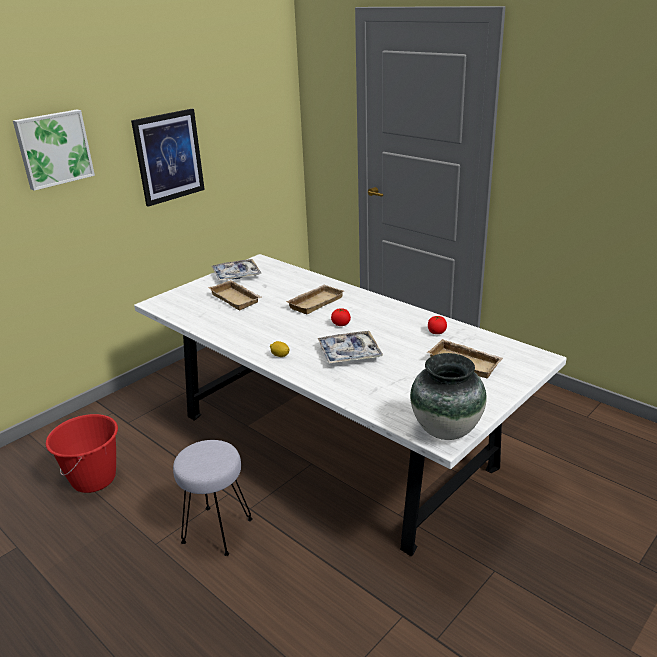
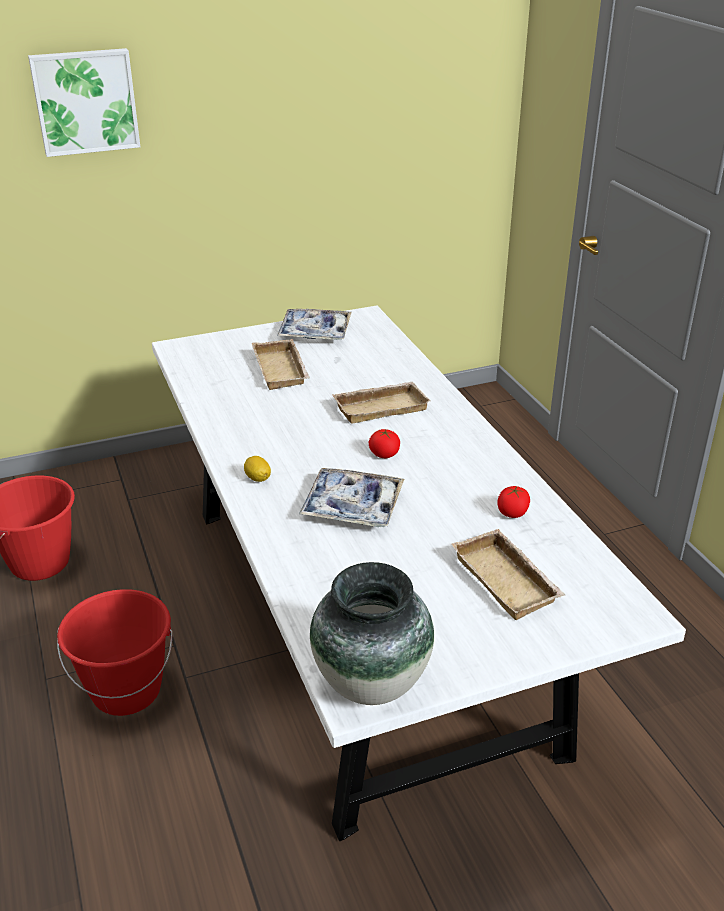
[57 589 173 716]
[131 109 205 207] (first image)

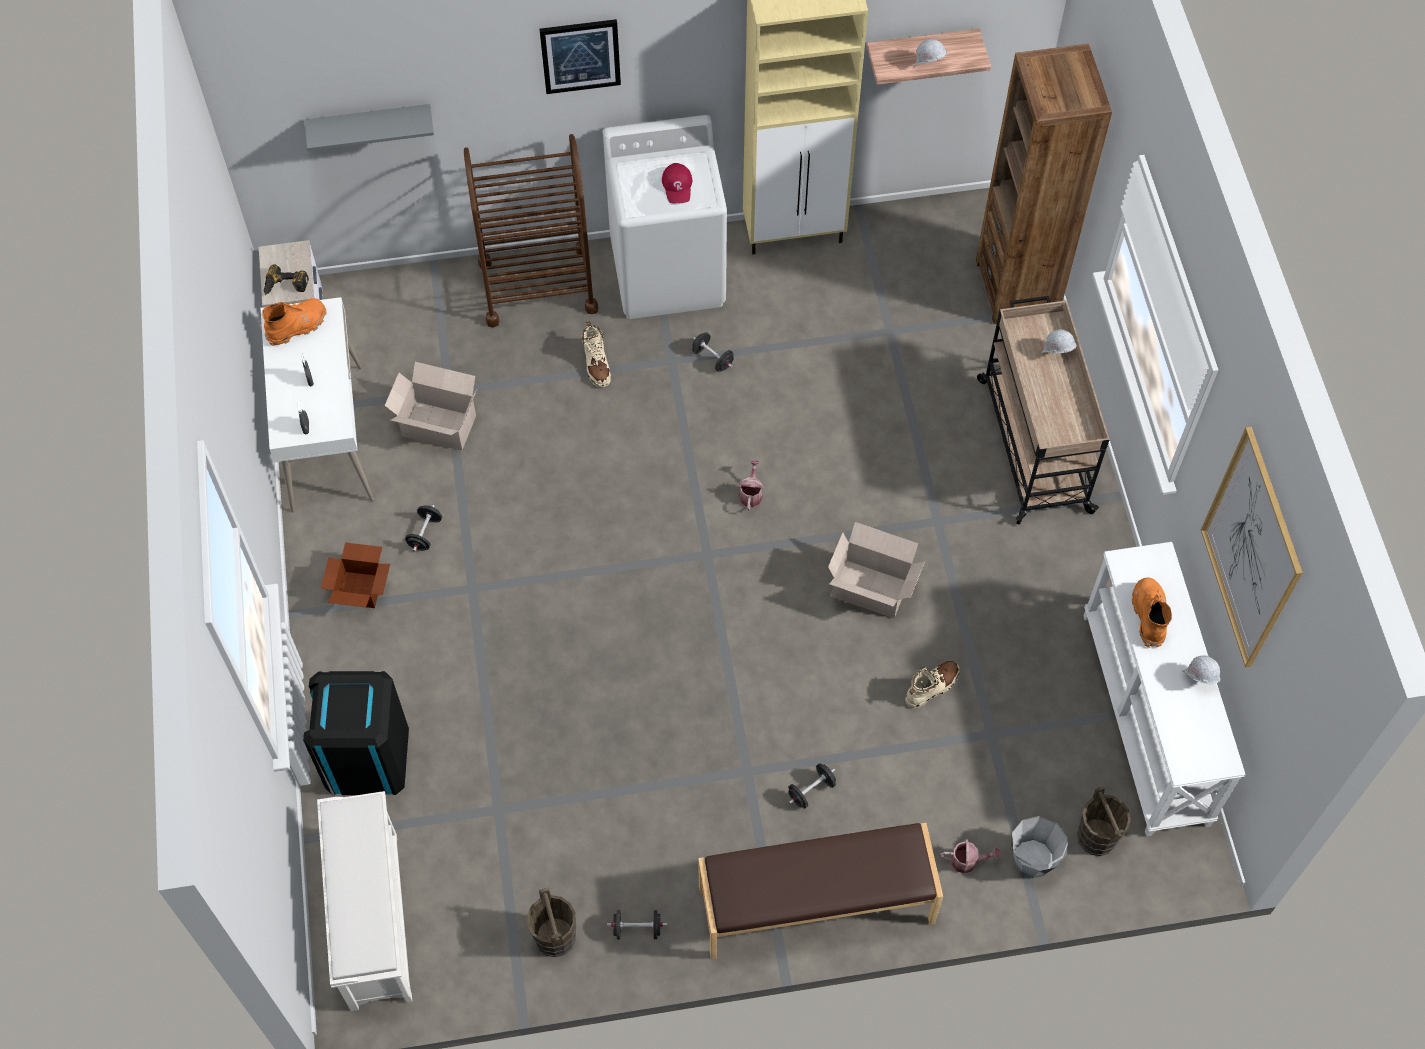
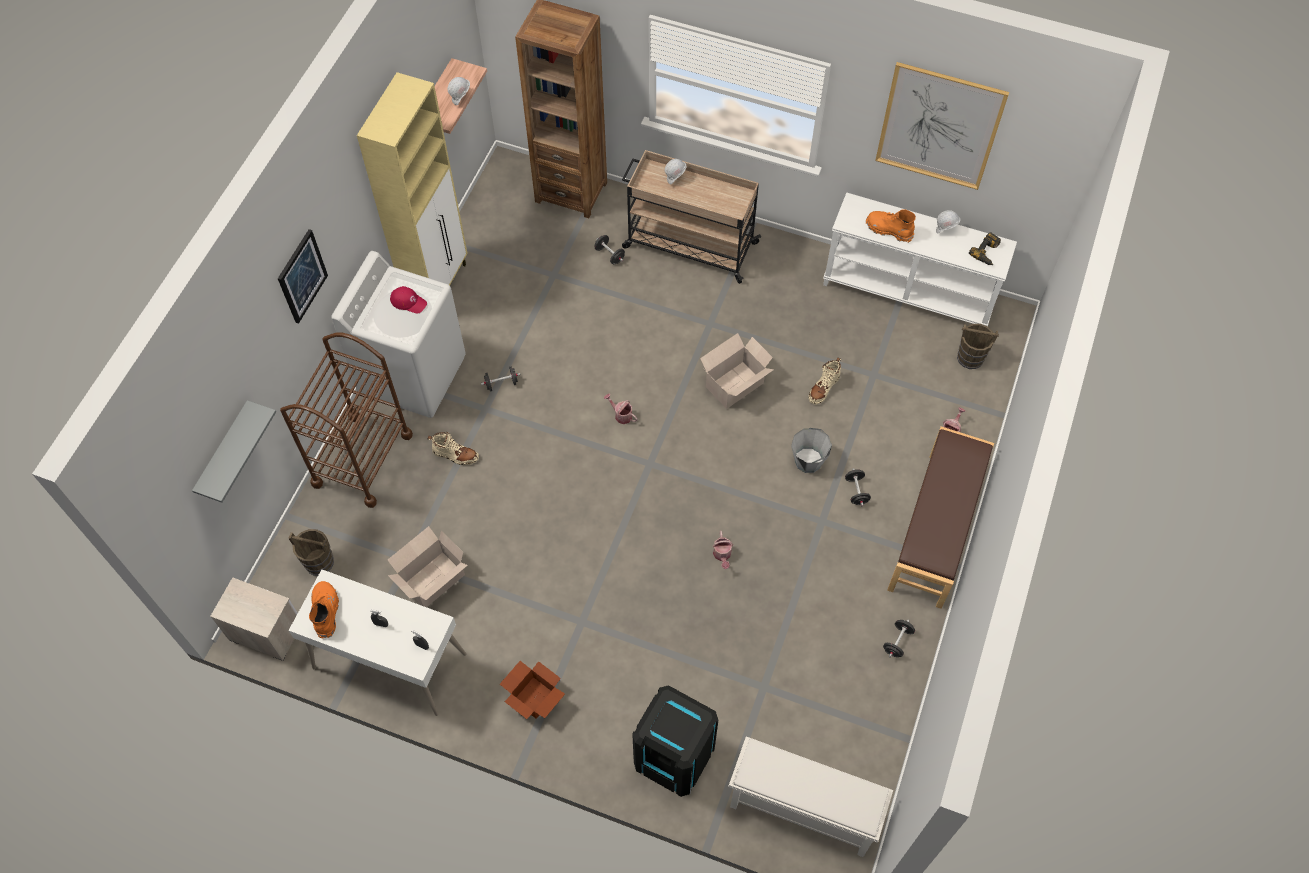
[288 529 334 576]
[595 235 625 264]
[713 531 733 569]
[791 428 832 473]
[809 358 841 405]
[969 232 1001 265]

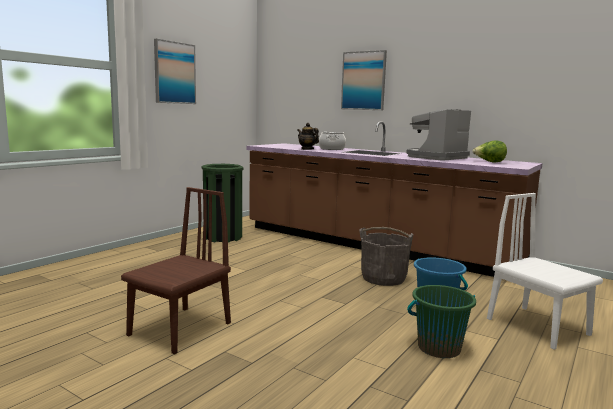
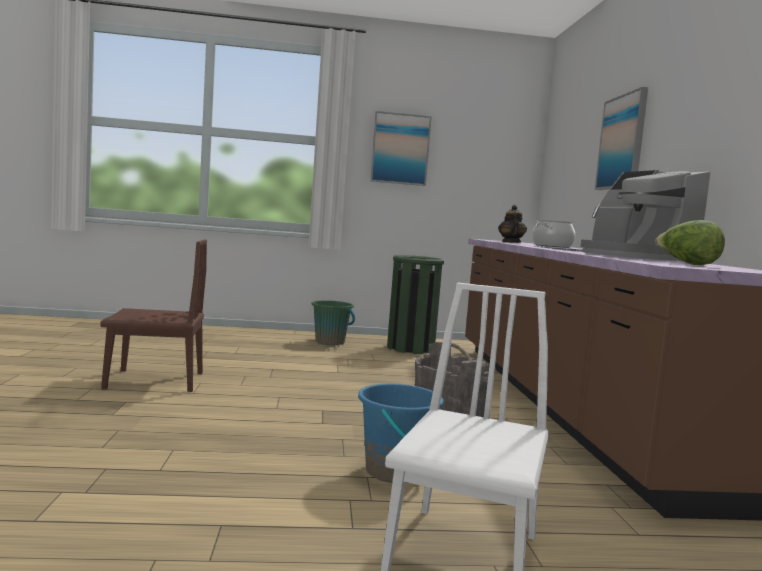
[311 300 355 345]
[580 170 710 261]

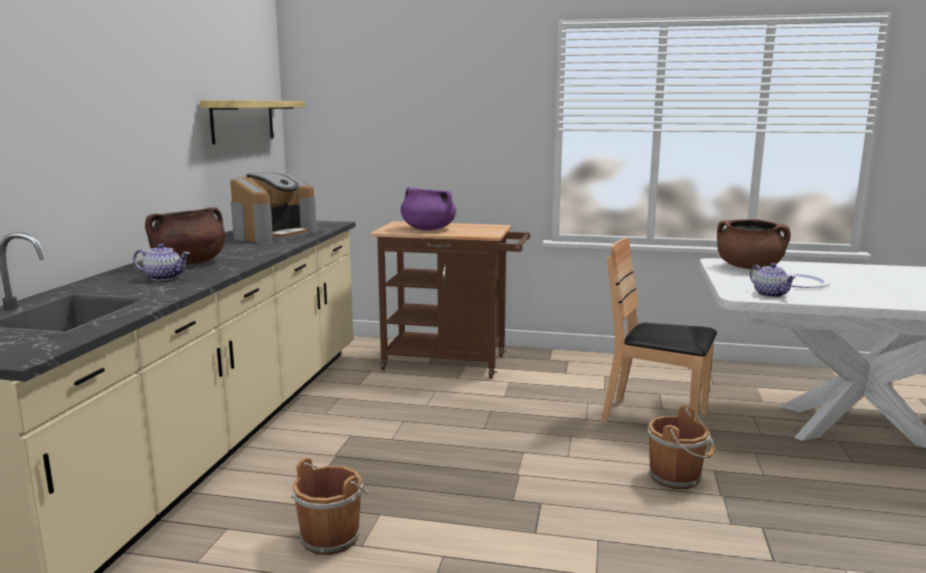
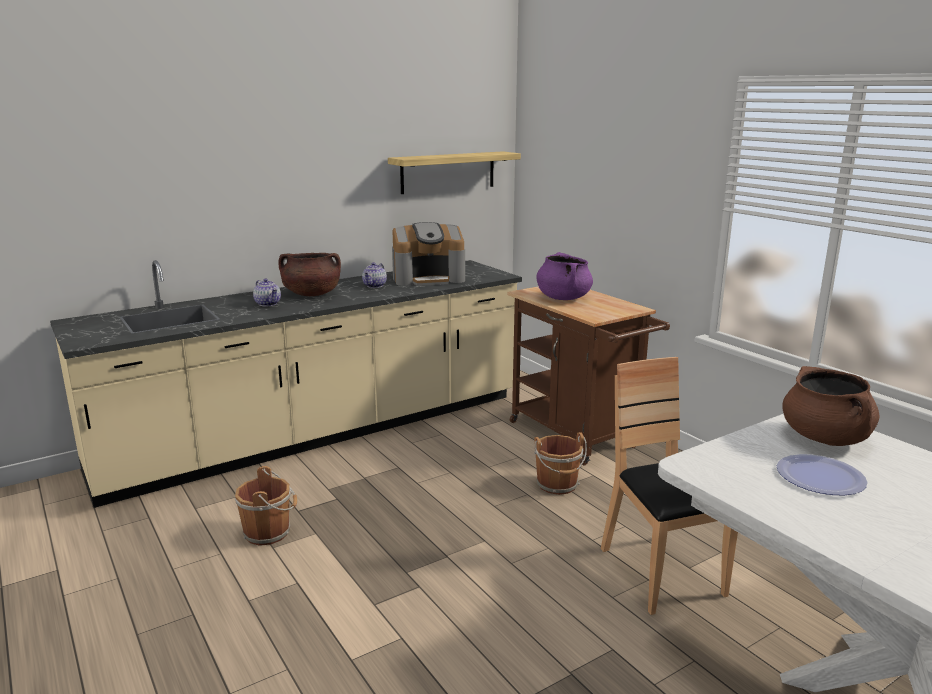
[362 262 387 288]
[534 432 587 495]

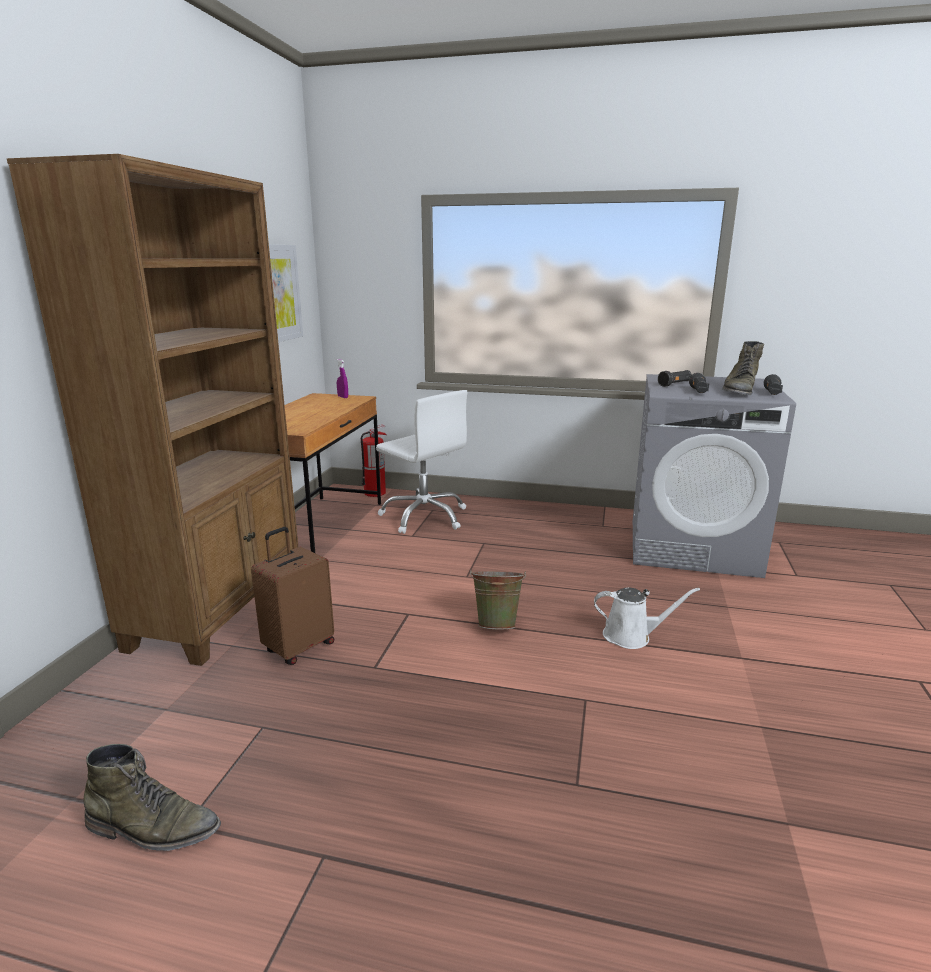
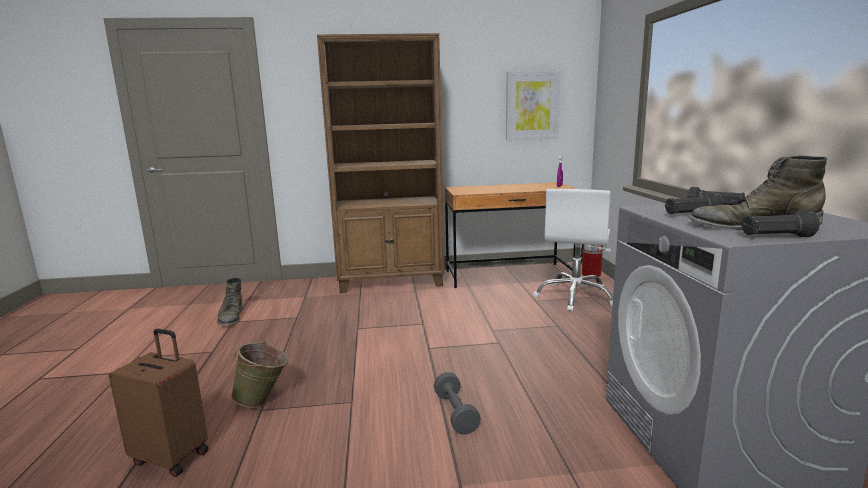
[109 329 209 477]
[231 341 288 408]
[434 372 481 434]

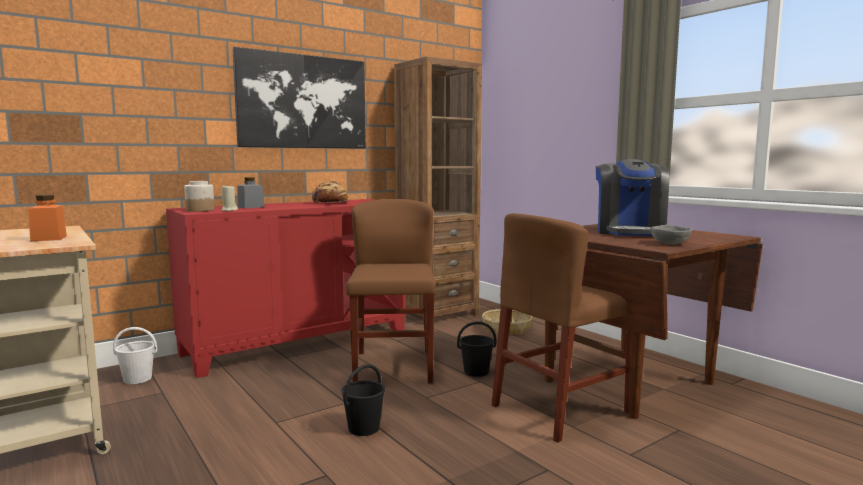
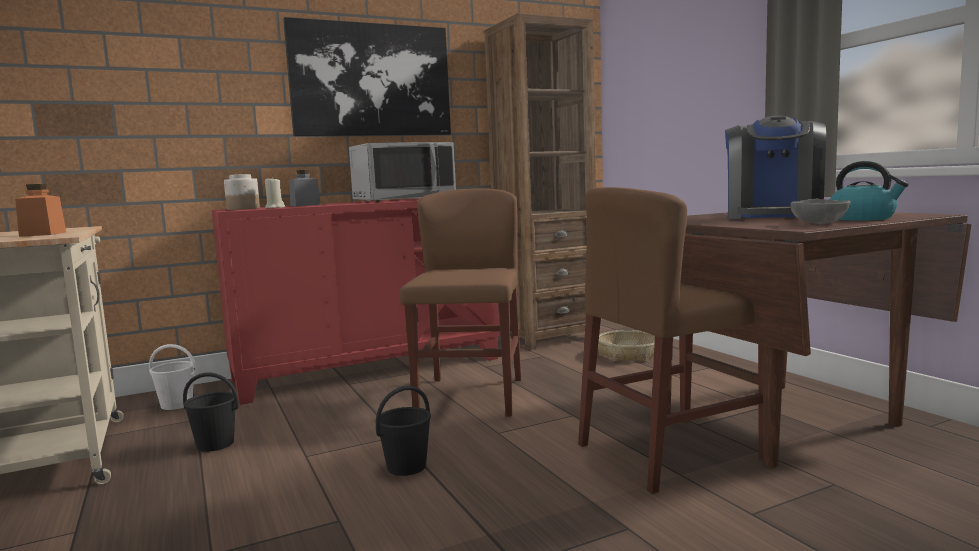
[183 373 239 452]
[349 142 456 202]
[830 161 909 221]

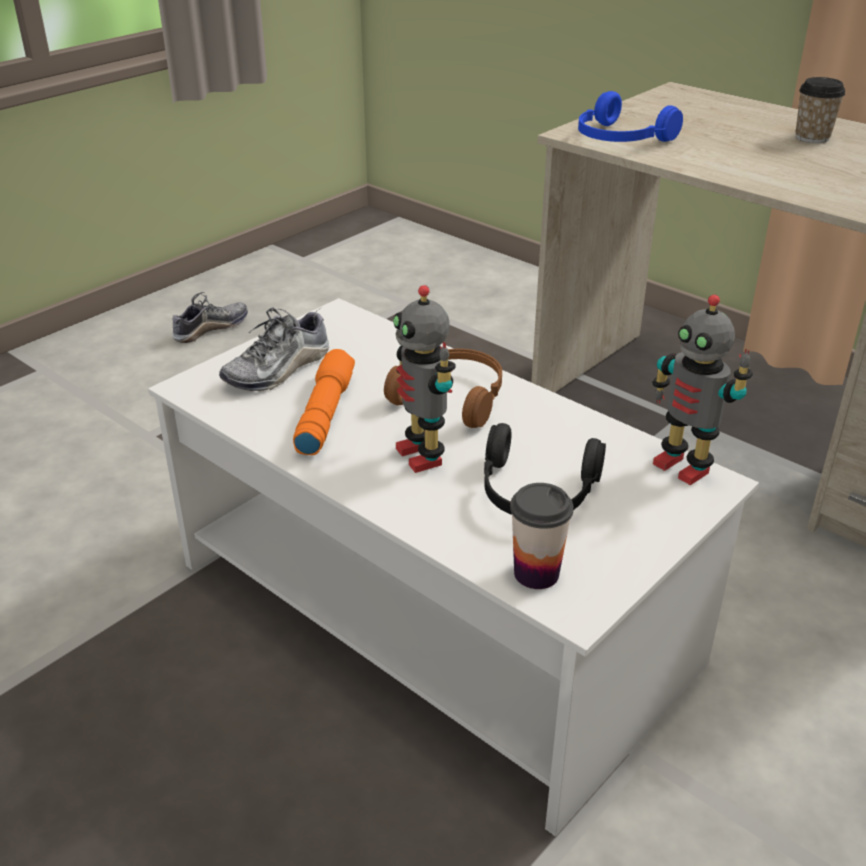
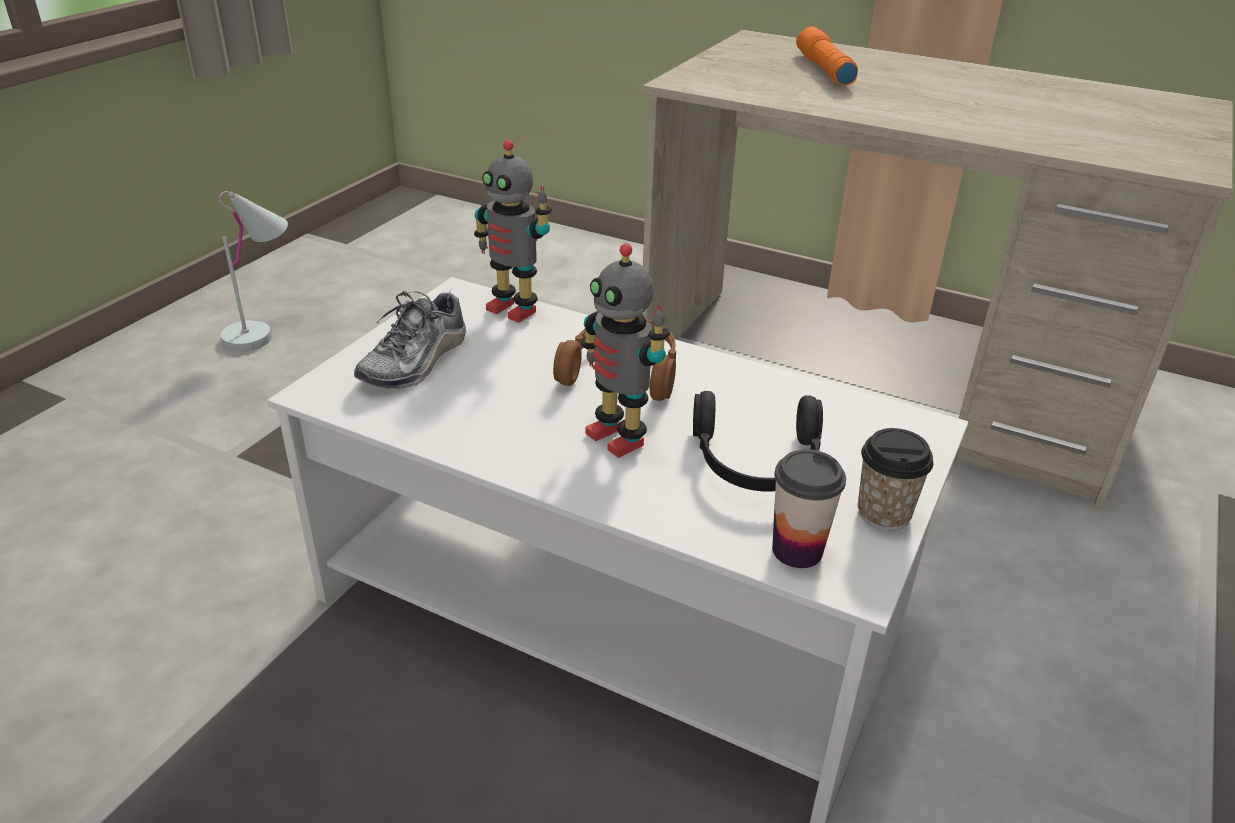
[219 191 288 352]
[474 140 552 323]
[796 26 858 85]
[858 428 933 531]
[578 91 683 142] (first image)

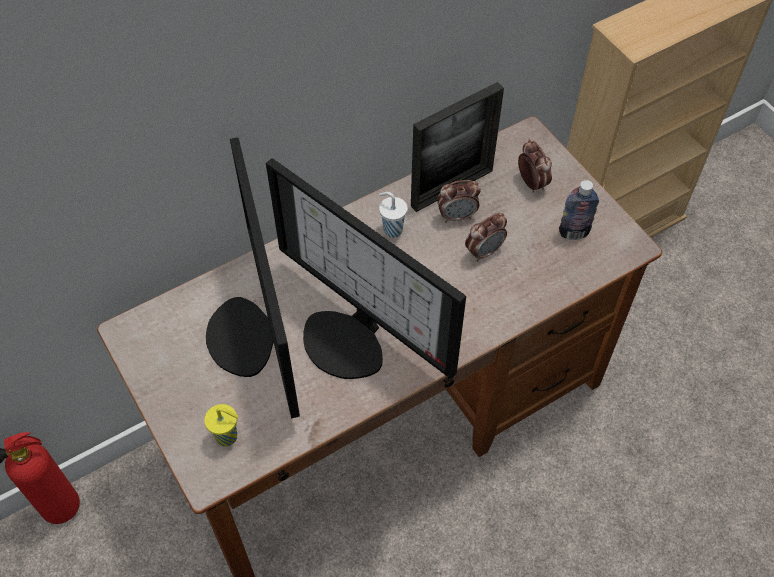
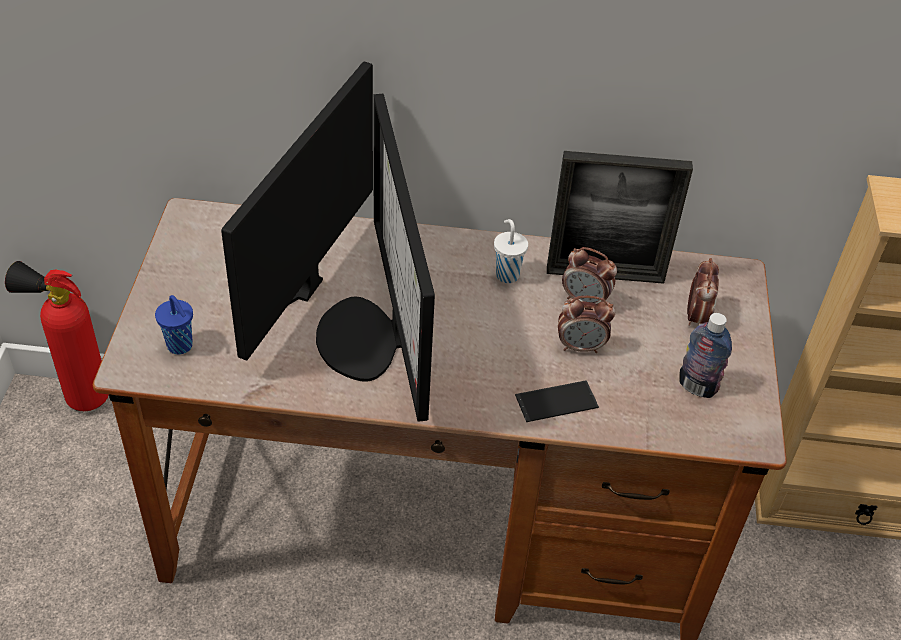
[155 295 193 354]
[515 380 599 422]

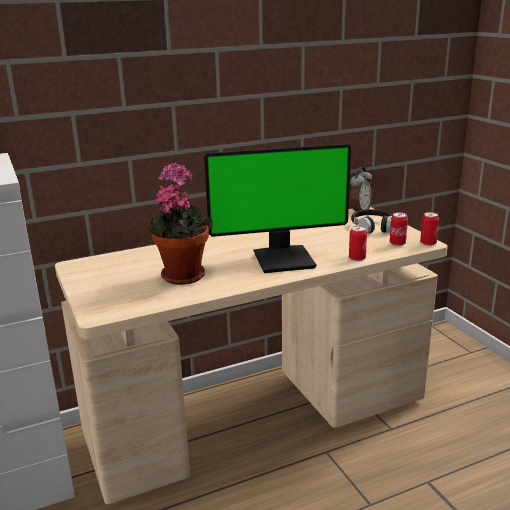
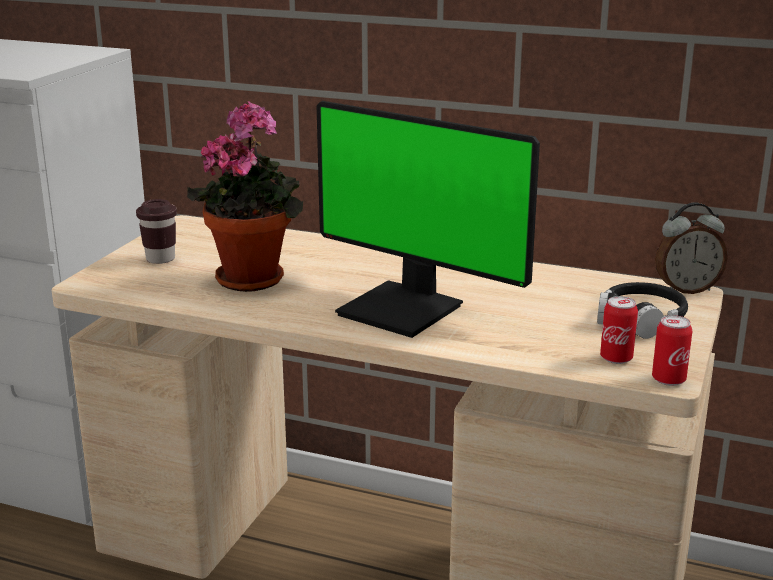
[136 199 177 264]
[349 226 367 261] (first image)

